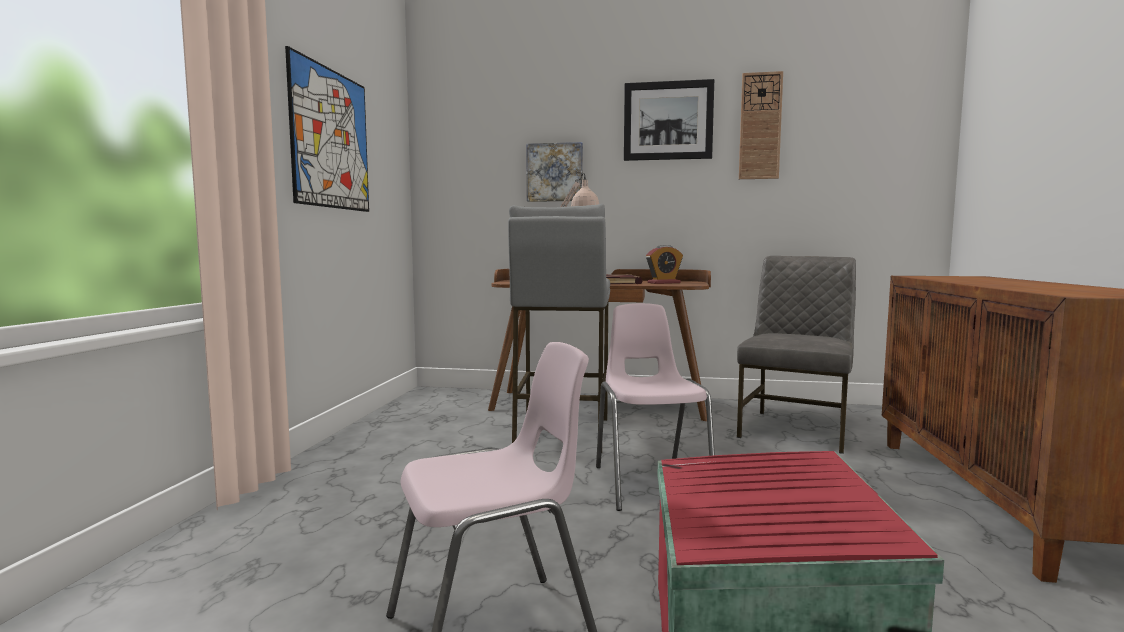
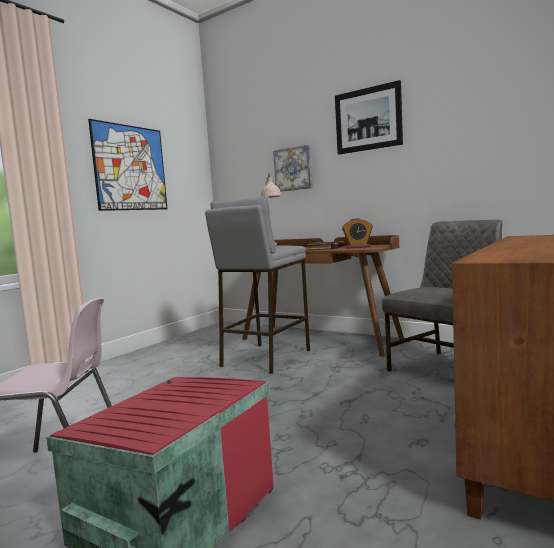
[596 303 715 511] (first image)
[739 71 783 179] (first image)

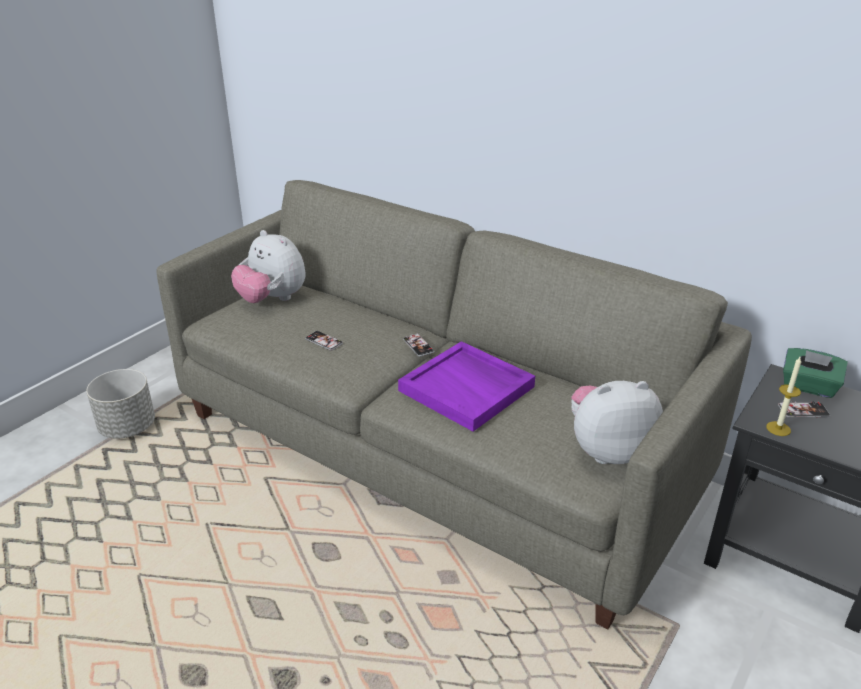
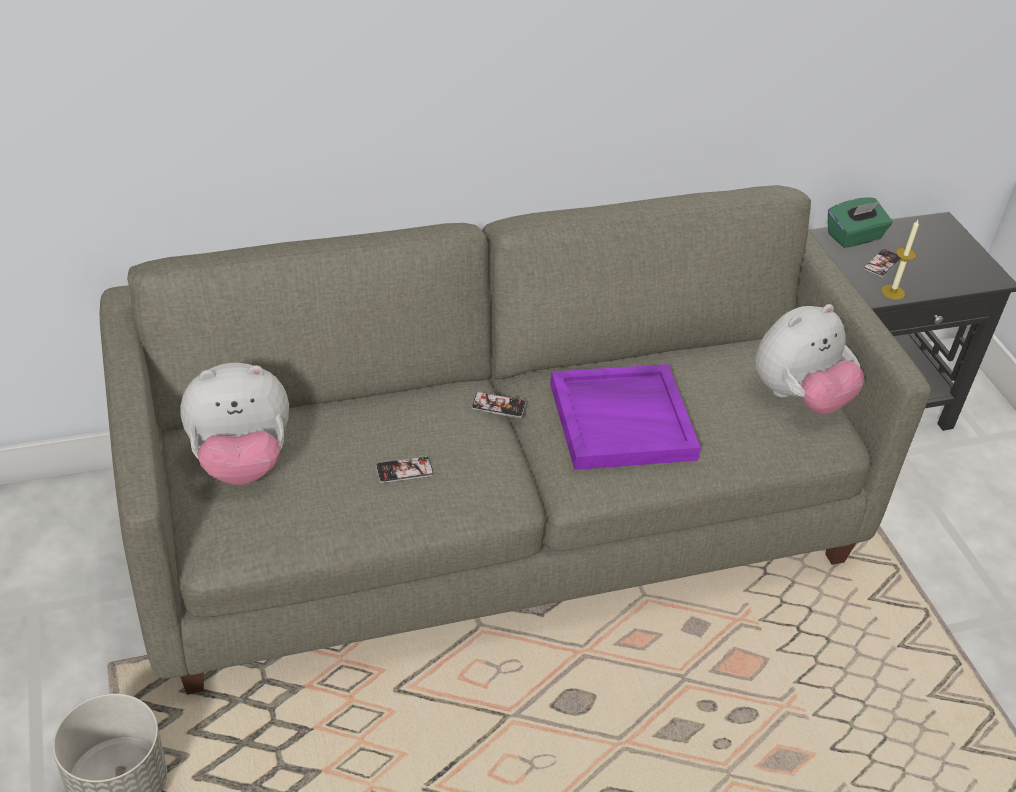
[755 304 865 414]

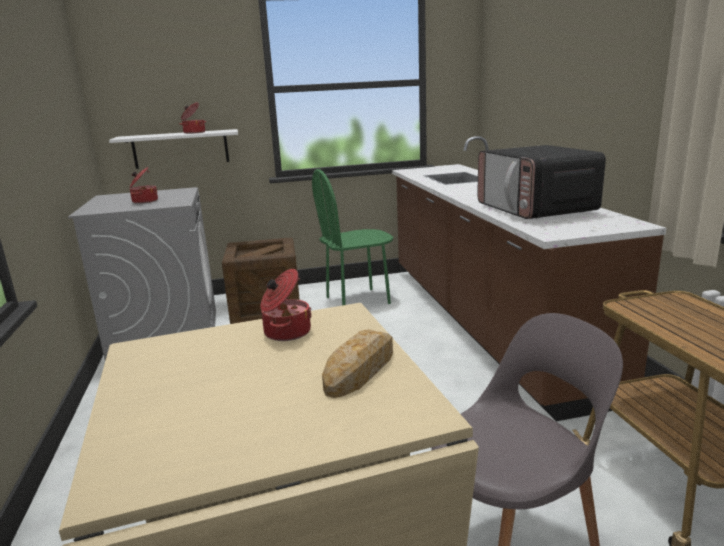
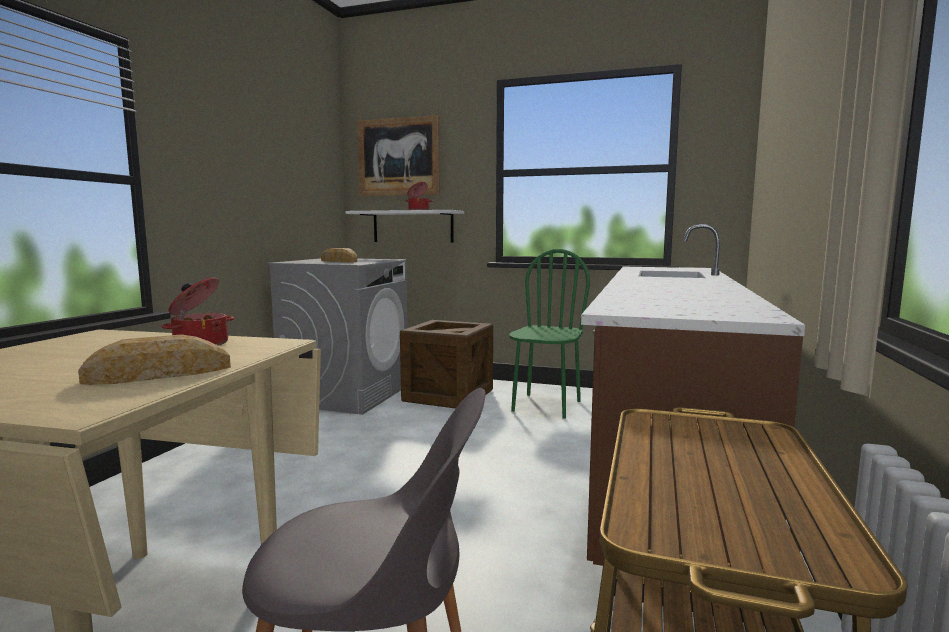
[321 248 357 262]
[357 115 440 197]
[509 249 590 419]
[477 145 606 219] (first image)

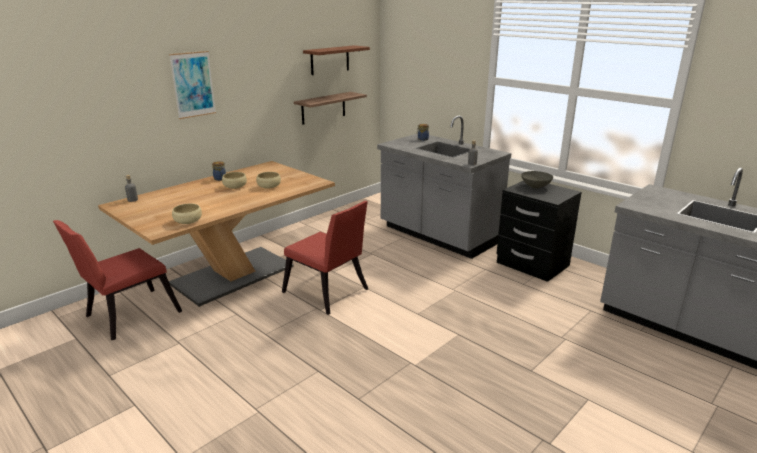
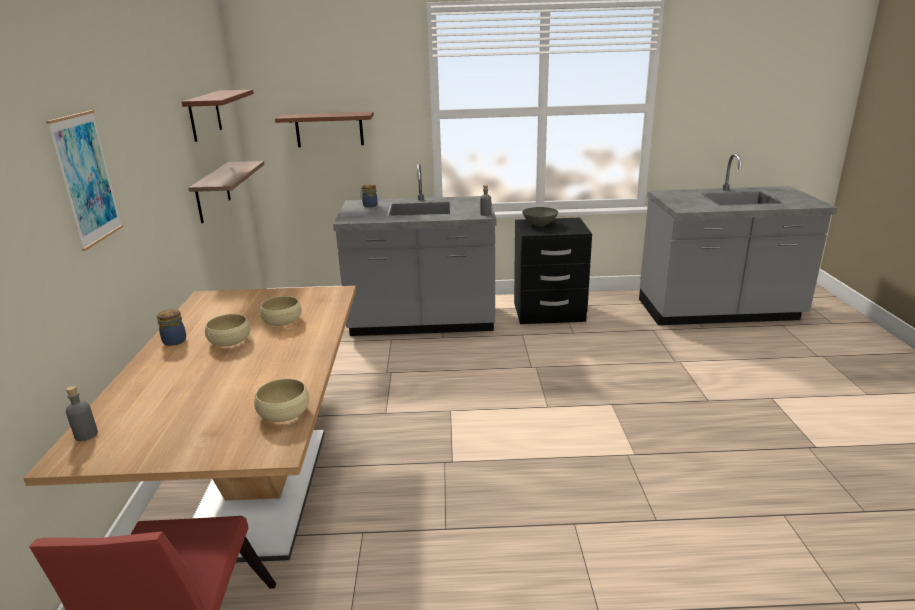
[275 112 374 147]
[282 201 368 315] (first image)

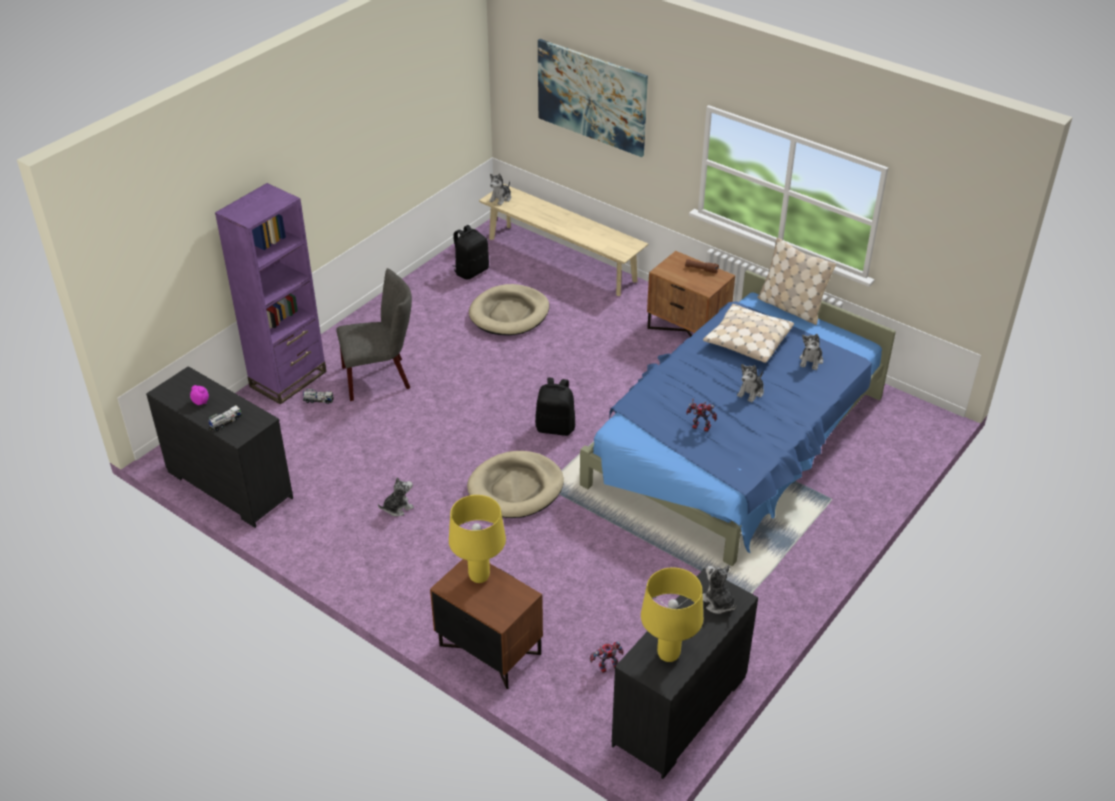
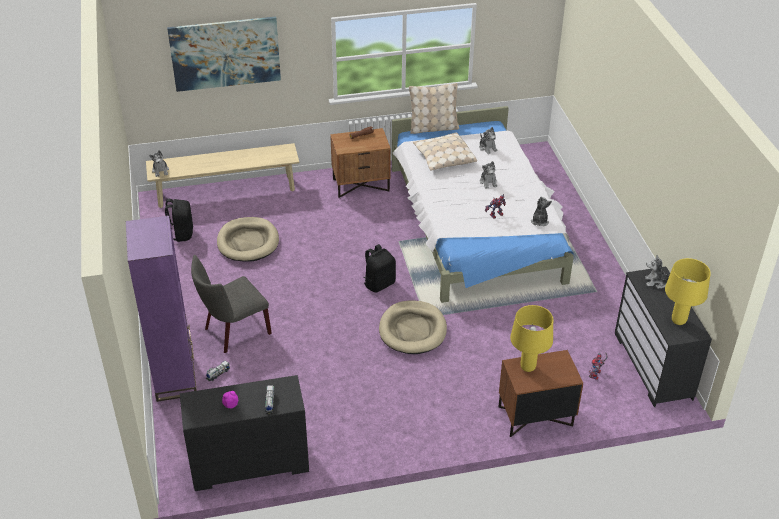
[191 255 272 353]
[392 106 574 303]
[531 197 552 226]

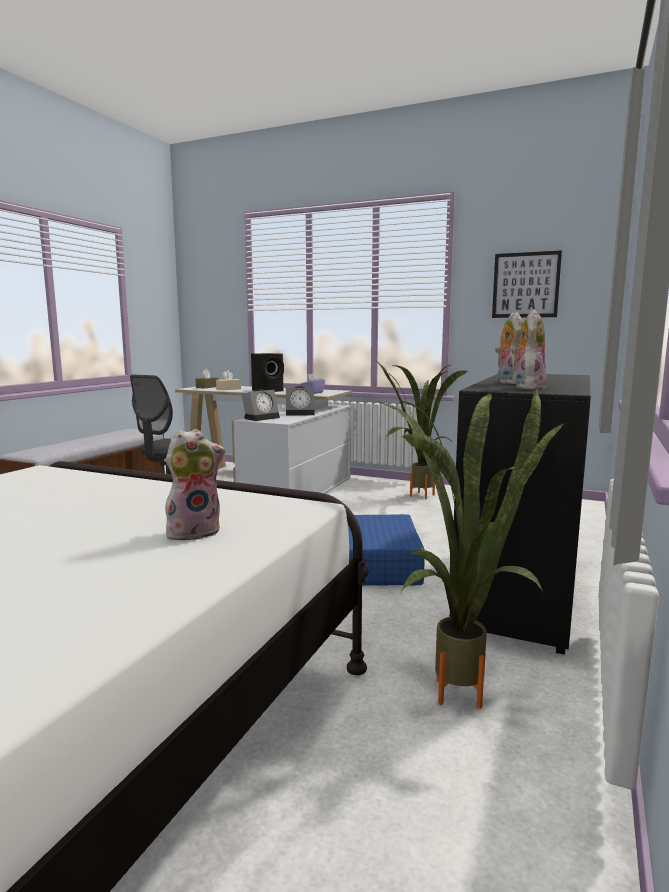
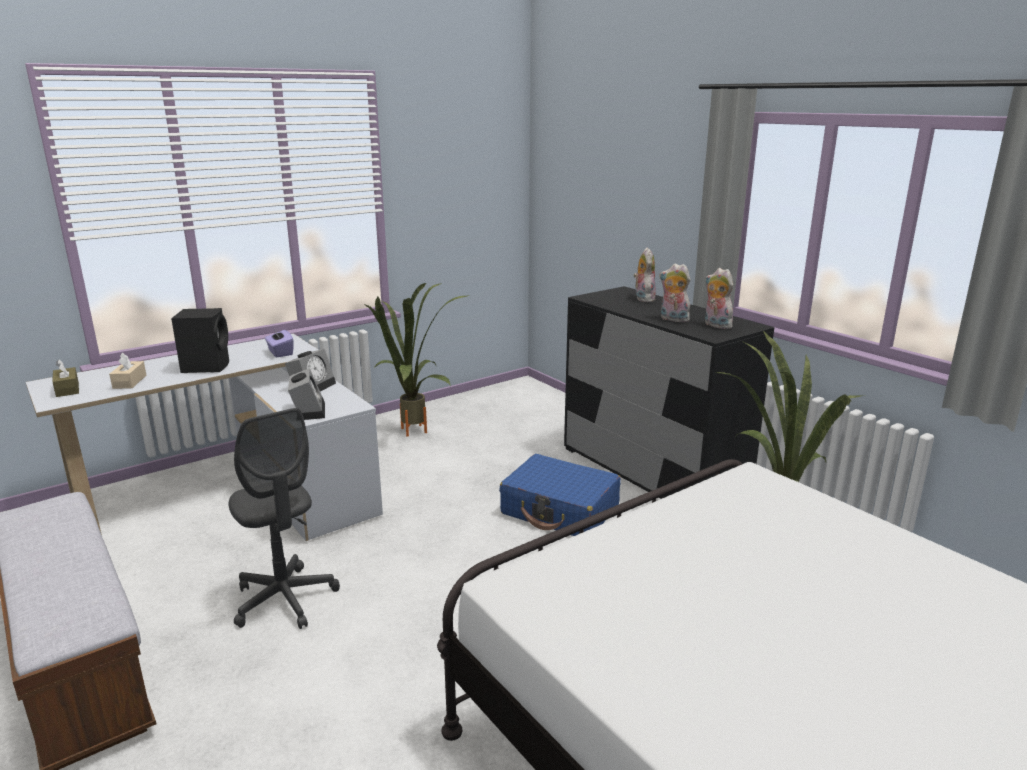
[633 248 656 302]
[492 250 562 318] (first image)

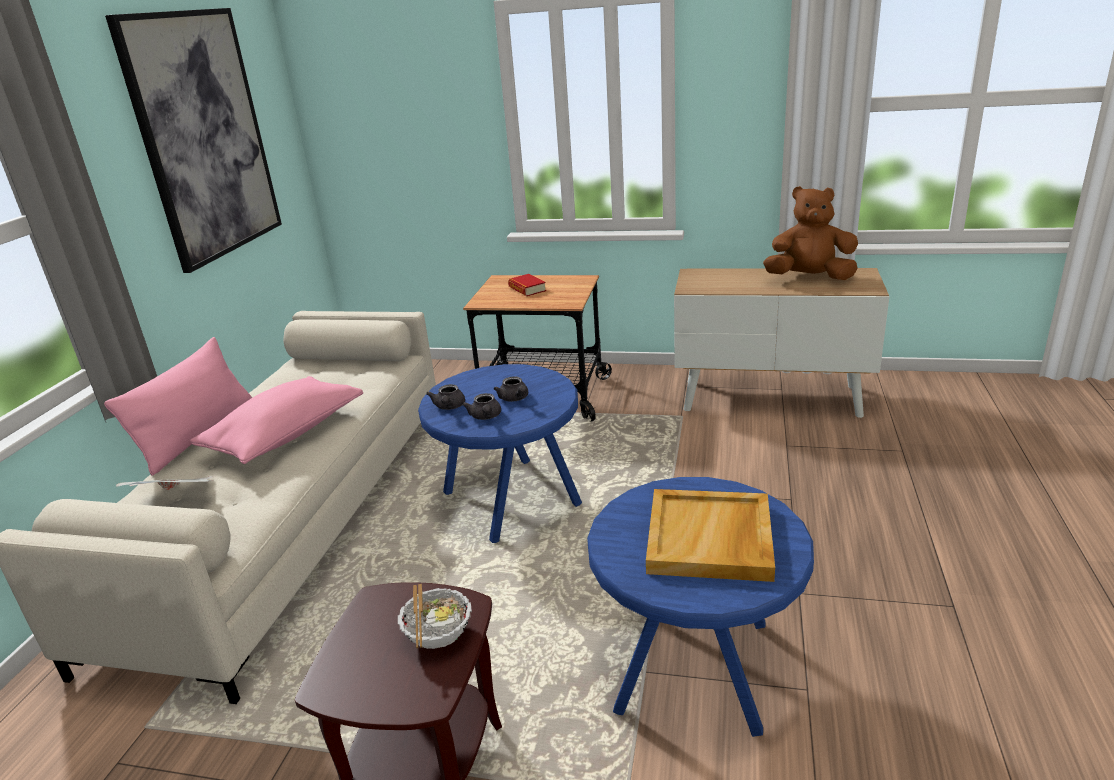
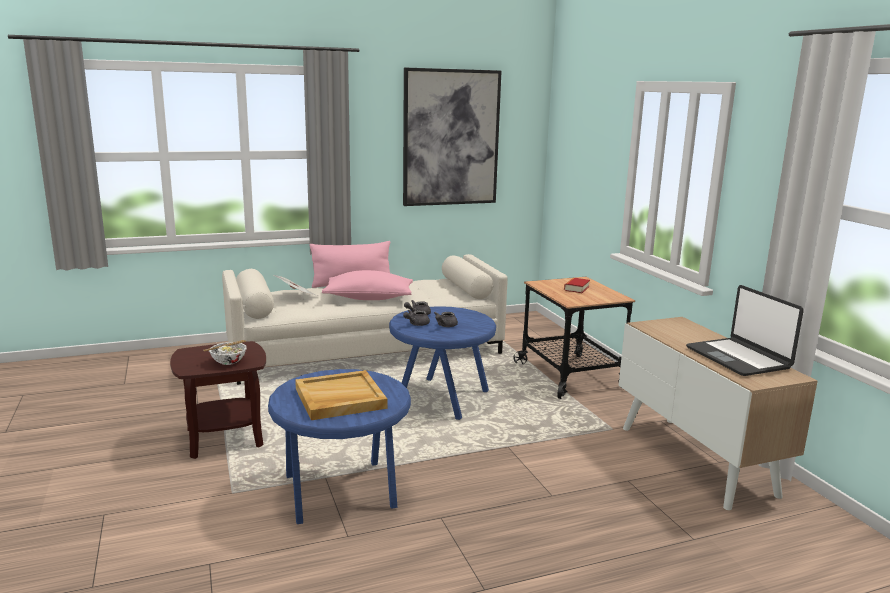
[686 285 804 376]

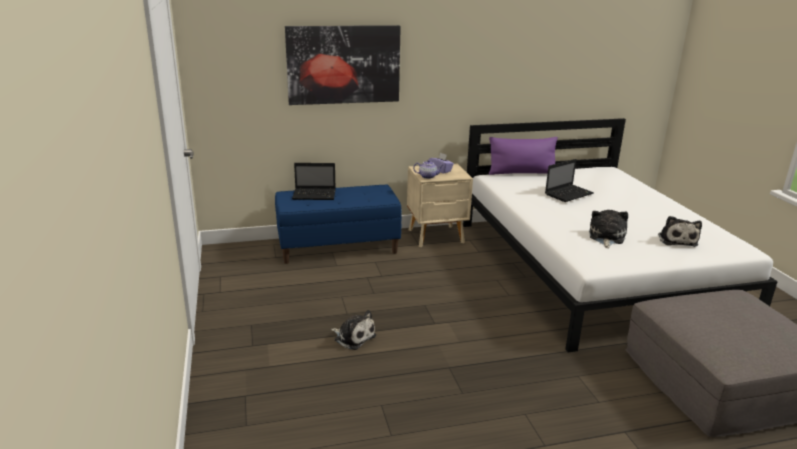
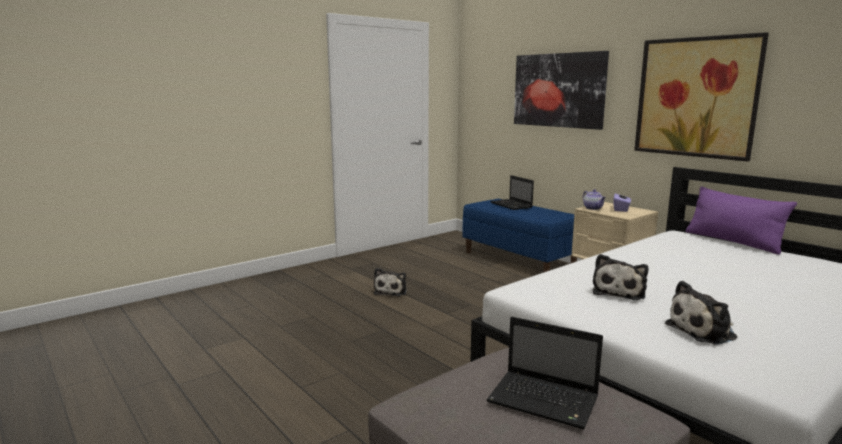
[487 317 603 429]
[593 254 648 300]
[634 32 769 162]

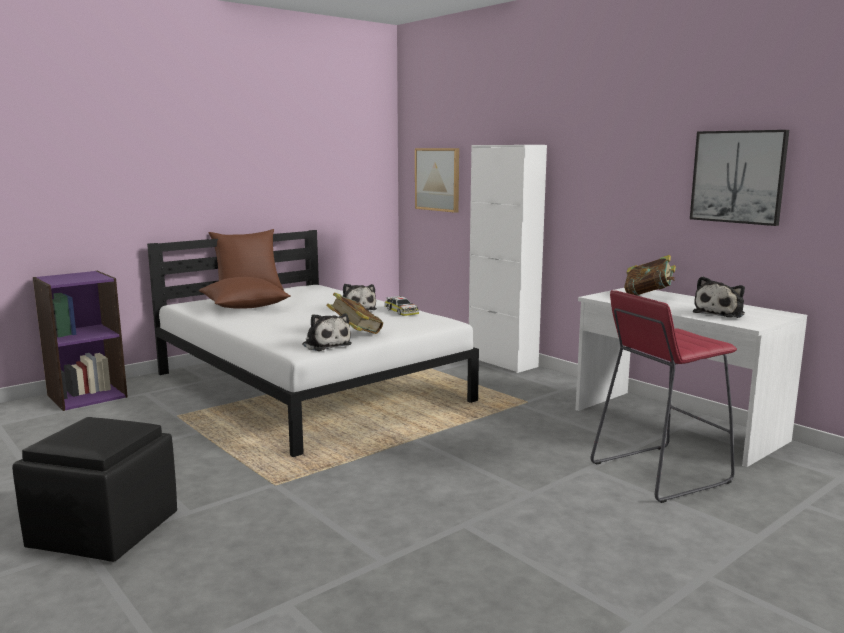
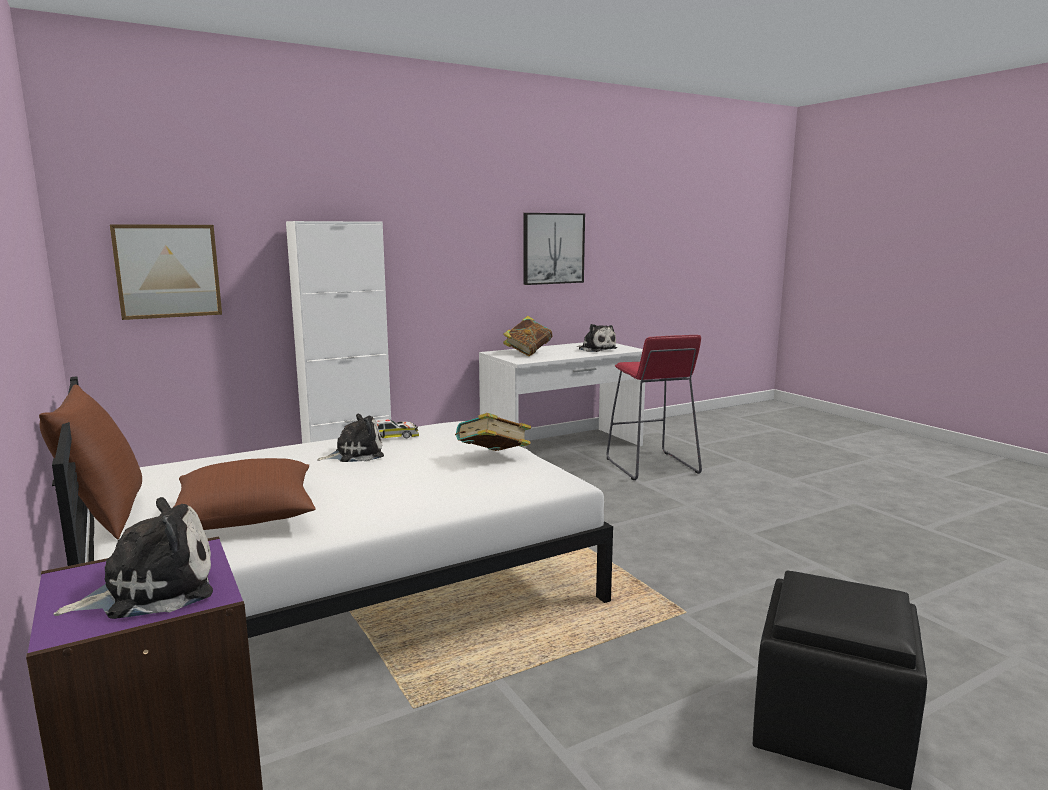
[53 497 213 619]

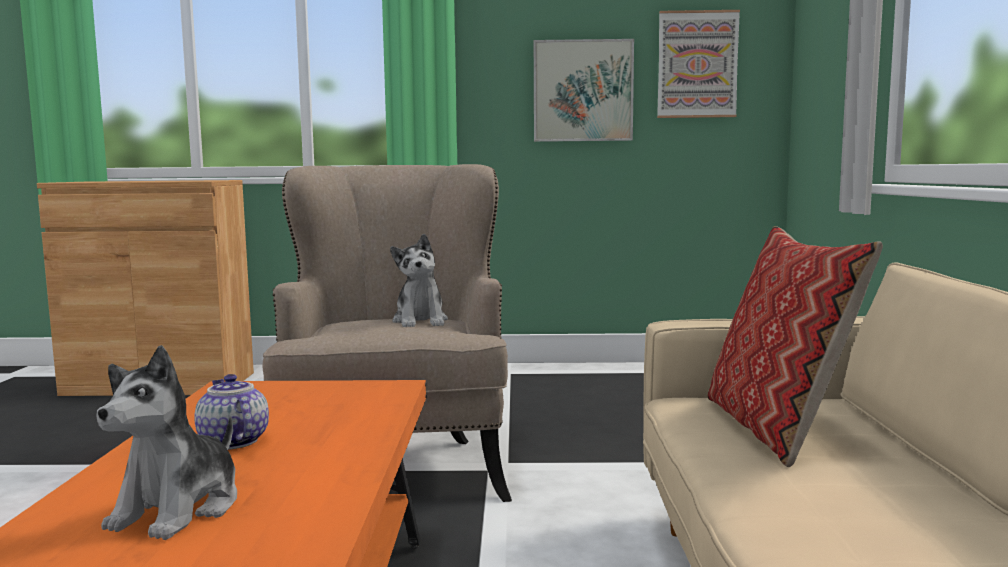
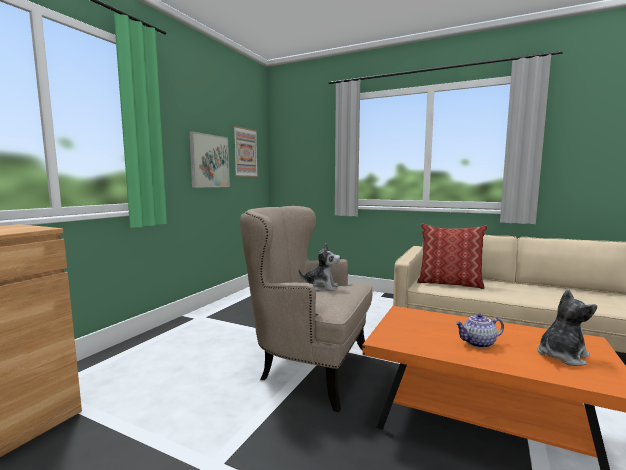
[537 289 597 366]

